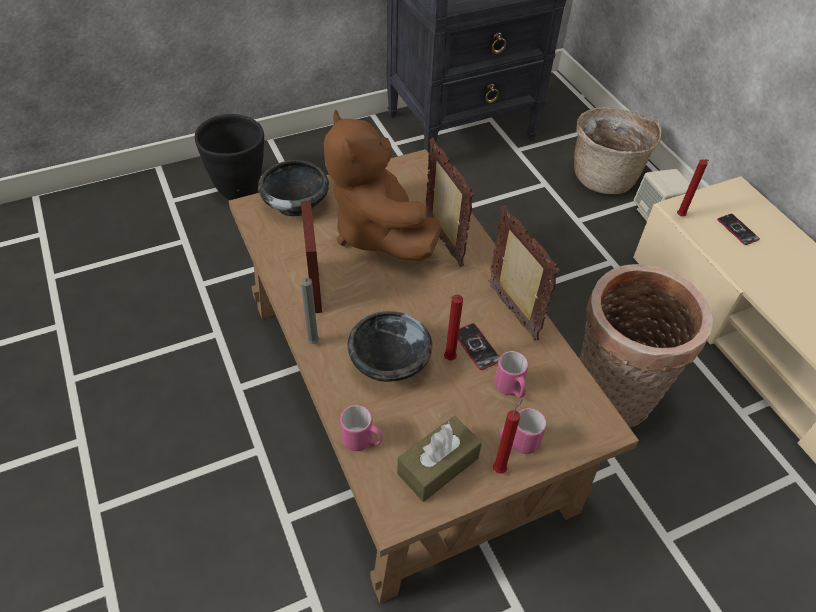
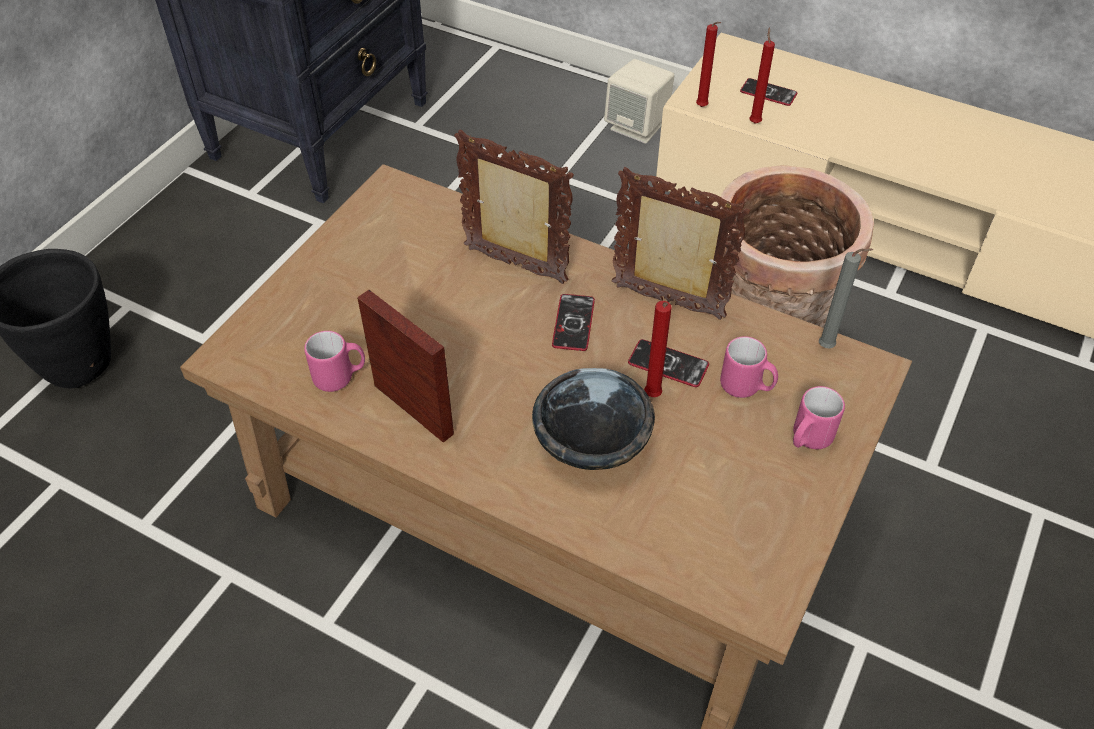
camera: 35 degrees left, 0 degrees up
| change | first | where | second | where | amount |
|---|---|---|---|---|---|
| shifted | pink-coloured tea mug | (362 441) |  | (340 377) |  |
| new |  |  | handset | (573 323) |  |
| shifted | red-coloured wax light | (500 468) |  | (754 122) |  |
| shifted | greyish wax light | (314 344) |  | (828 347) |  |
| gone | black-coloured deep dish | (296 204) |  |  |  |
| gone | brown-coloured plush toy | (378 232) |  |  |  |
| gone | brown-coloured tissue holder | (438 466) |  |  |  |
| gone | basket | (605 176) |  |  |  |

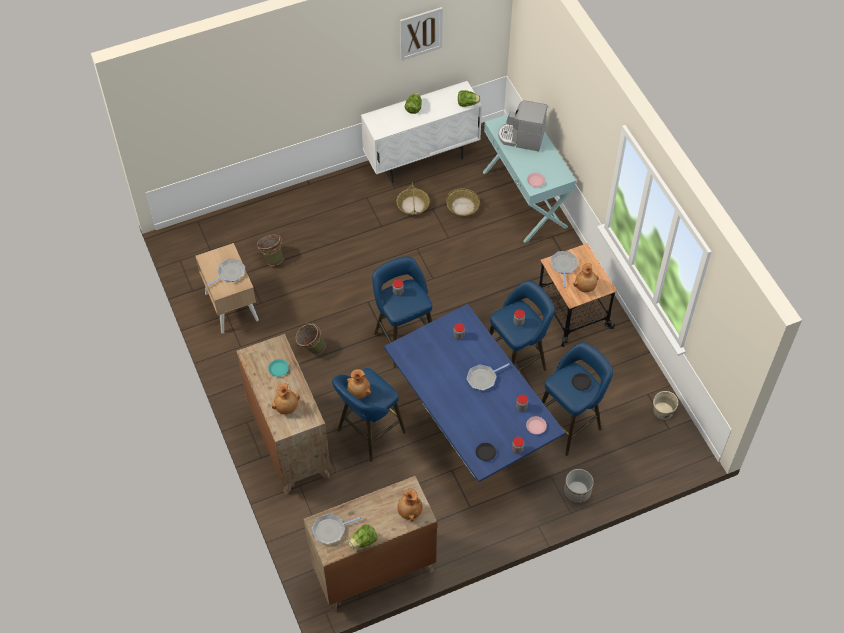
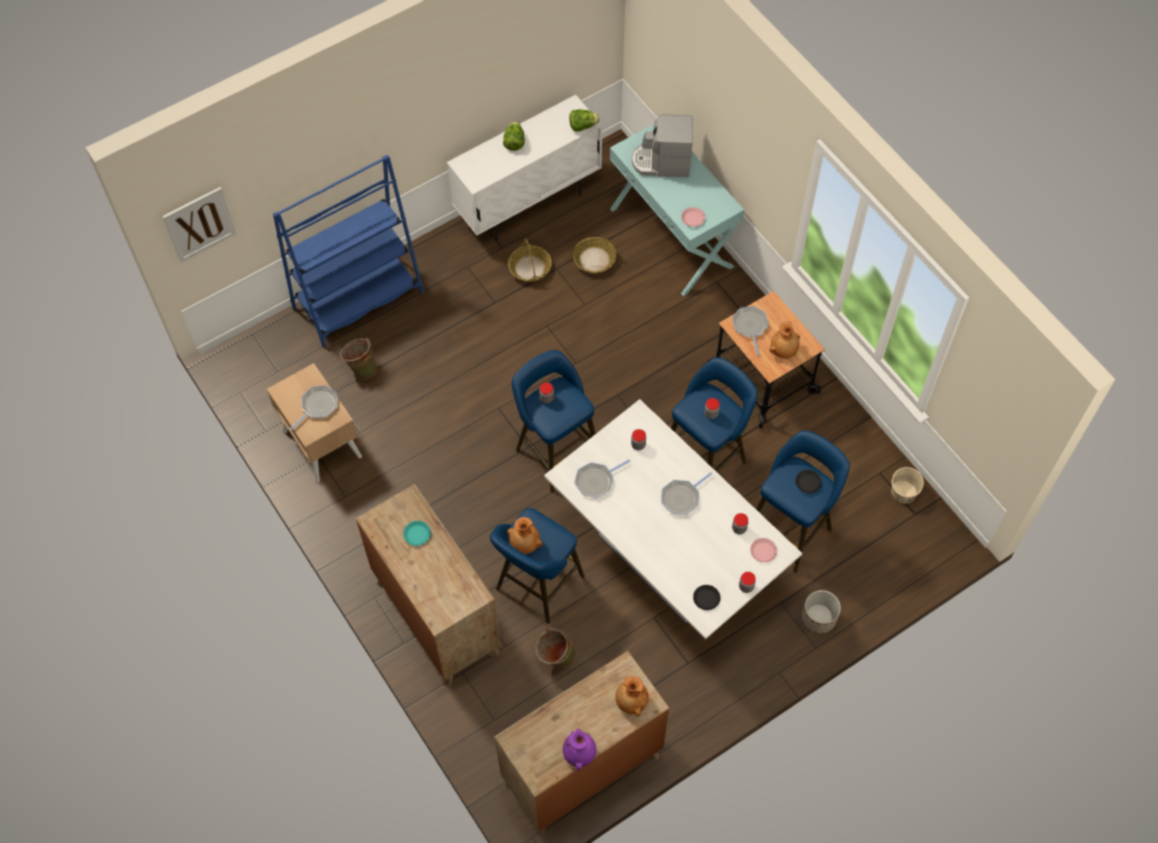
camera: 10 degrees left, 5 degrees up
| change | first | where | second | where | amount |
|---|---|---|---|---|---|
| shifted | wall art | (420 33) |  | (199 224) |  |
| new |  |  | blue shelving unit | (358 300) |  |
| shifted | green-coloured bucket | (311 348) |  | (555 658) |  |
| repainted | blue dining table | (470 429) | white-coloured dining table | (666 558) |  |
| swapped | head of lettuce | (363 541) | purple decorative vase | (580 753) |  |
| shifted | pan | (331 530) |  | (596 481) |  |
| gone | brown-coloured decorative vase | (286 407) |  |  |  |

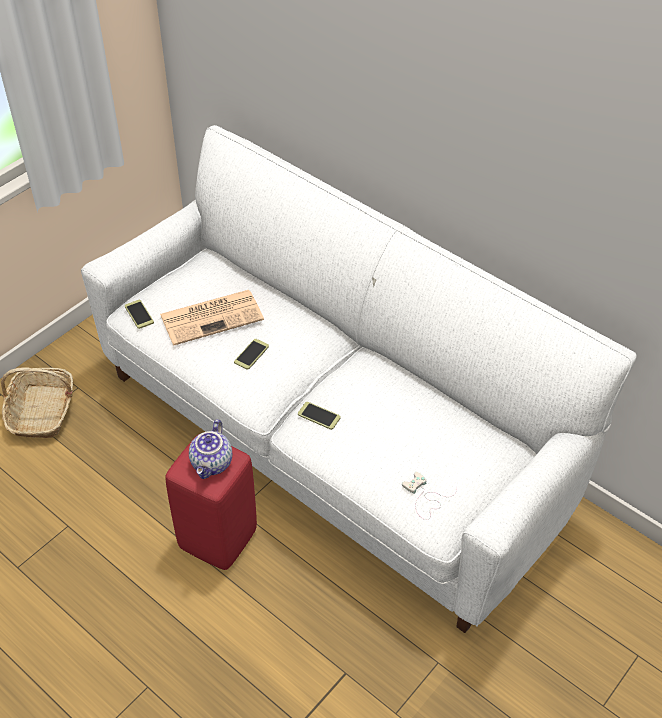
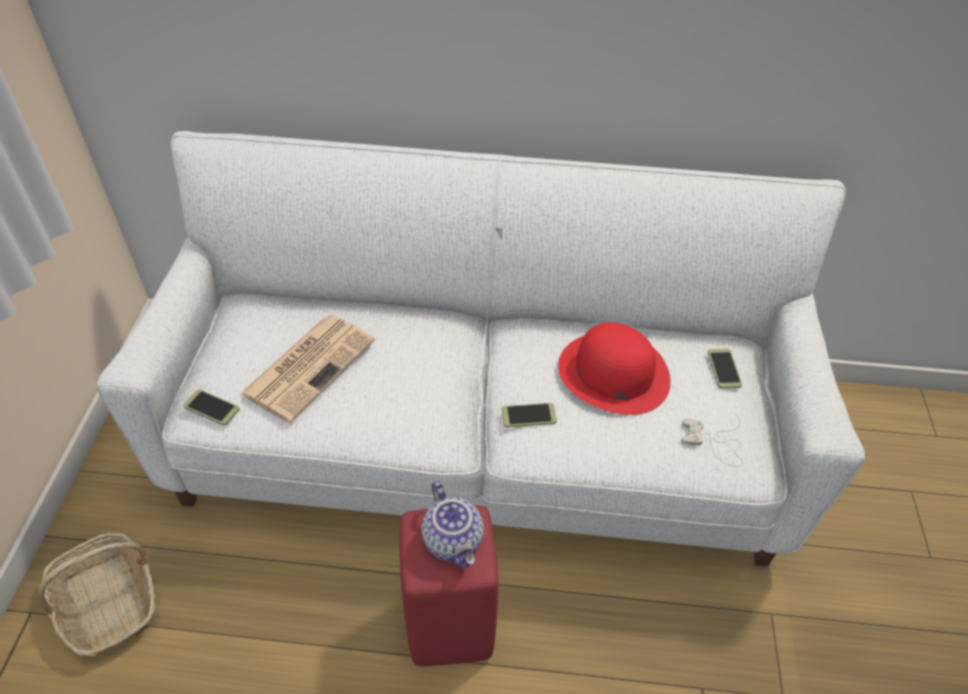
camera: 35 degrees left, 0 degrees up
| change | first | where | second | where | amount |
|---|---|---|---|---|---|
| new |  |  | red-coloured wearable hat | (613 373) |  |
| shifted | handset | (251 354) |  | (724 369) |  |

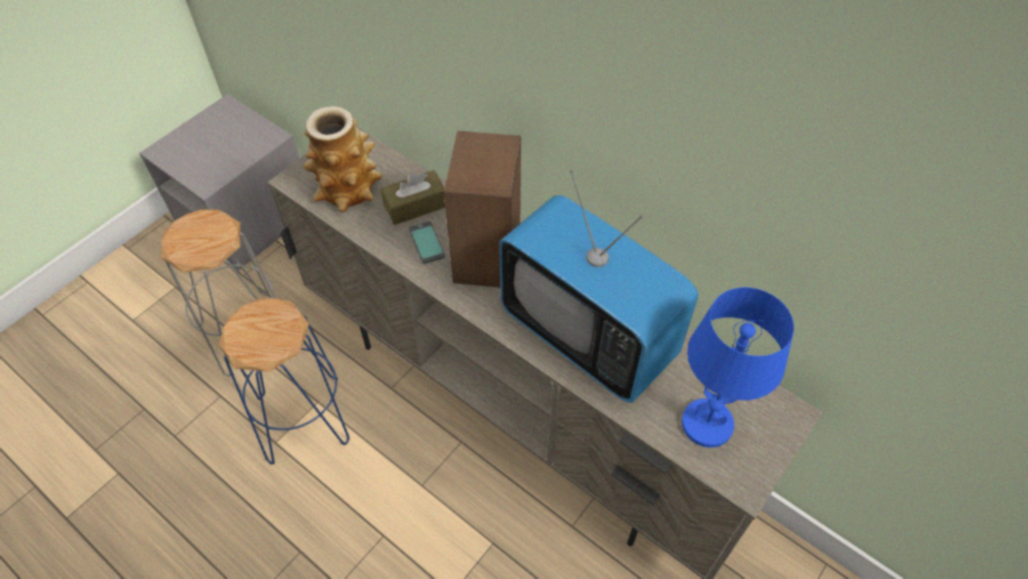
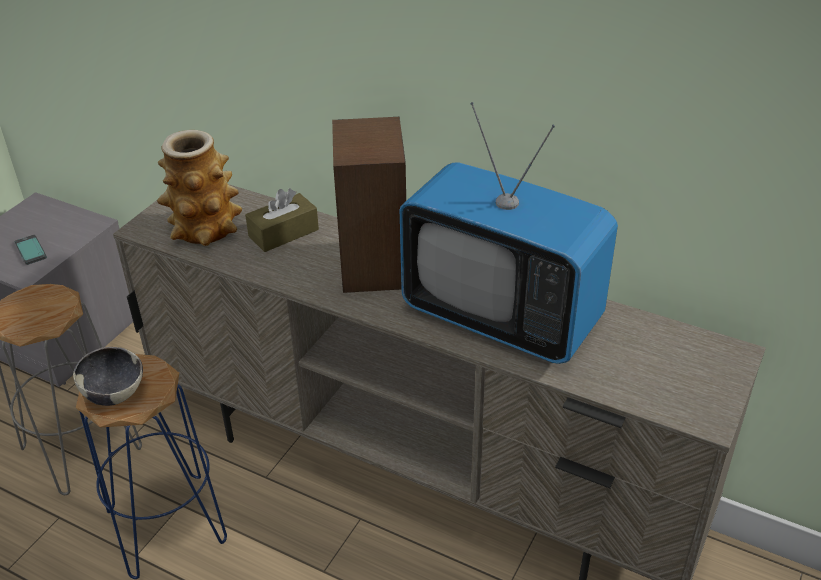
camera: 10 degrees left, 15 degrees down
| change | first | where | second | where | amount |
|---|---|---|---|---|---|
| shifted | handset | (426 243) |  | (30 250) |  |
| new |  |  | deep dish | (114 394) |  |
| gone | blue table lamp | (706 424) |  |  |  |

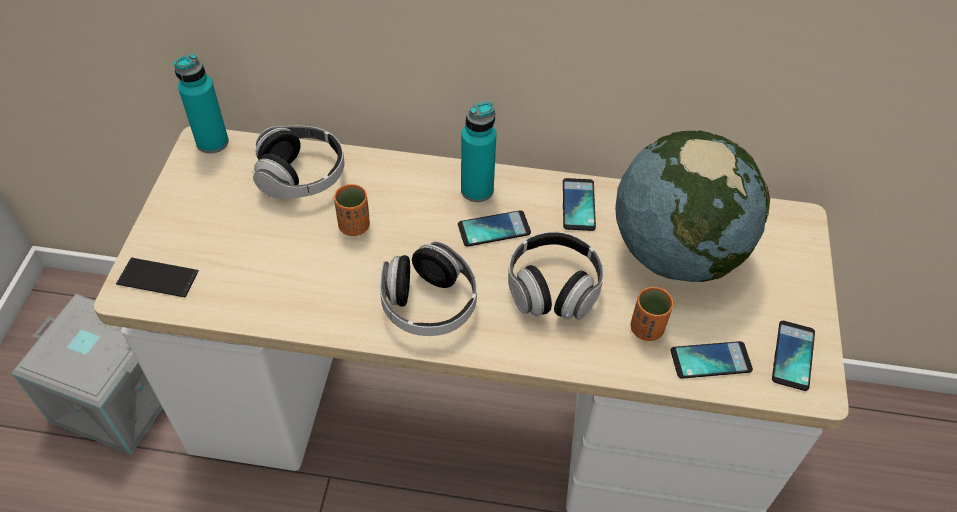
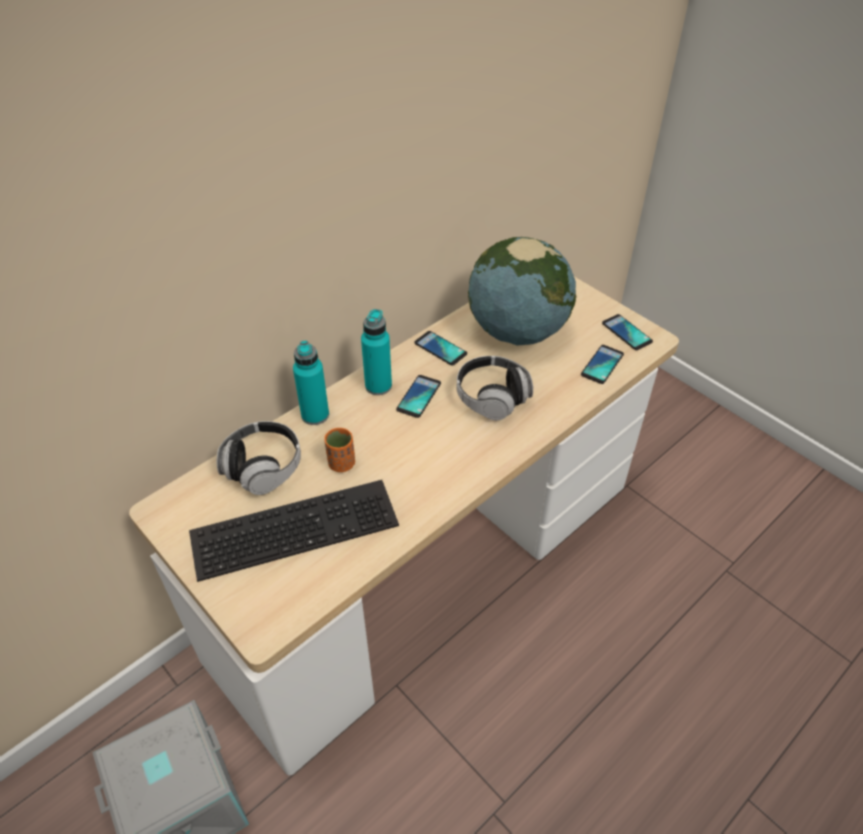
camera: 50 degrees left, 5 degrees down
| change | first | where | second | where | amount |
|---|---|---|---|---|---|
| new |  |  | computer keyboard | (295 525) |  |
| shifted | turquoise-coloured bottle | (212 142) |  | (315 415) |  |
| gone | handset | (158 278) |  |  |  |
| gone | headphones | (429 304) |  |  |  |
| gone | orangey drinking cup | (646 329) |  |  |  |

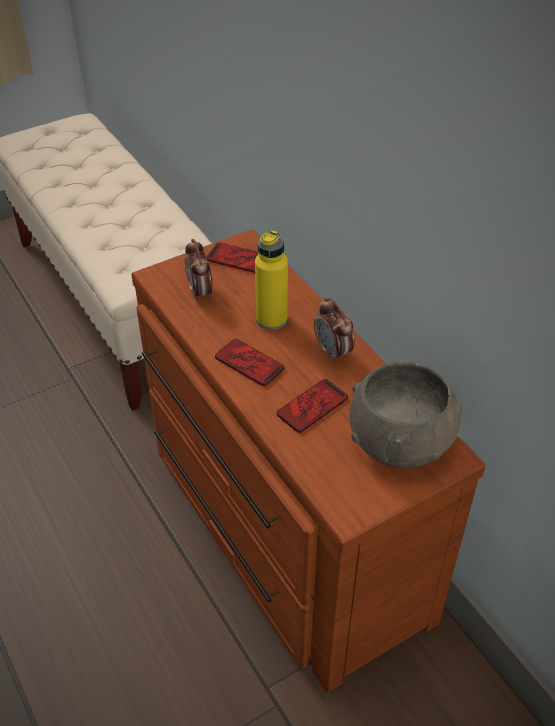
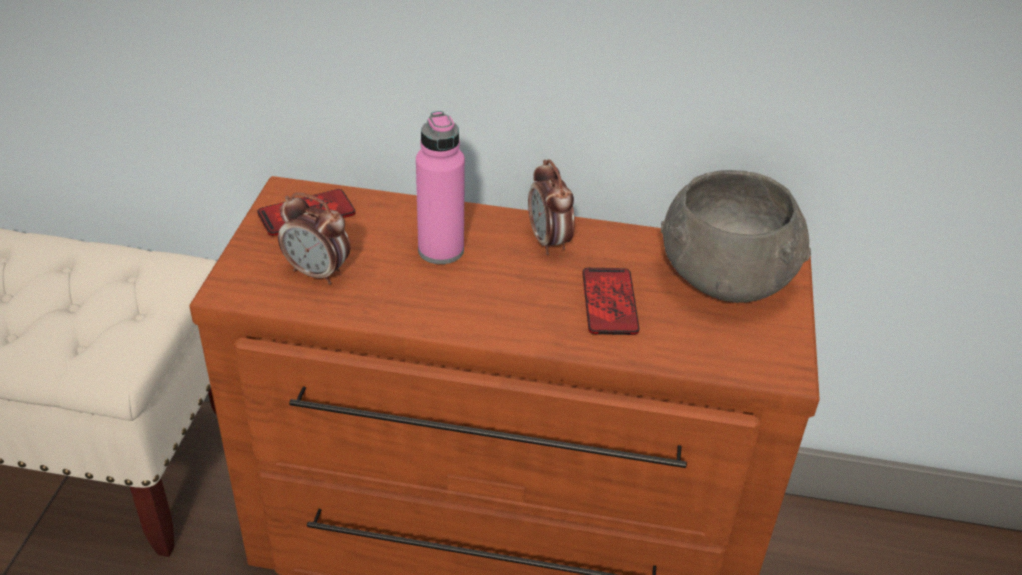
camera: 50 degrees left, 5 degrees down
| change | first | where | second | where | amount |
|---|---|---|---|---|---|
| repainted | yellow bottle | (271 319) | pink-coloured bottle | (441 250) |  |
| rotated | bedside clock | (333 352) |  | (549 242) | 60 degrees clockwise |
| gone | handset | (249 363) |  |  |  |

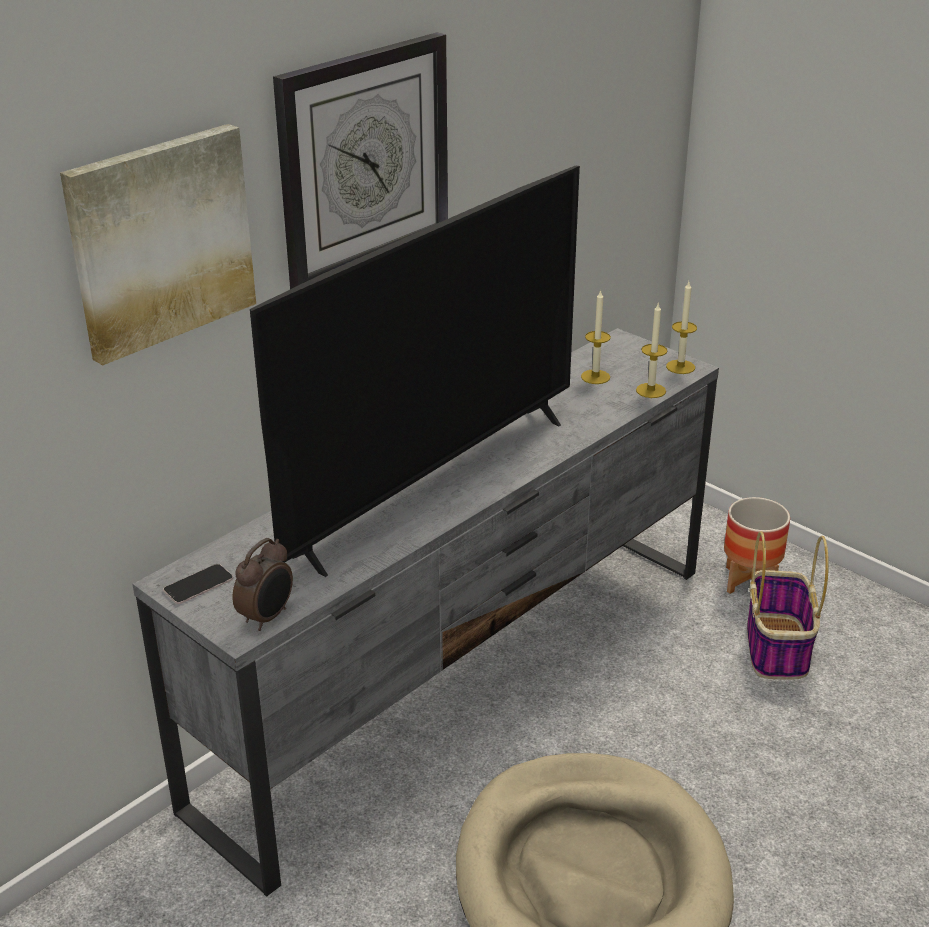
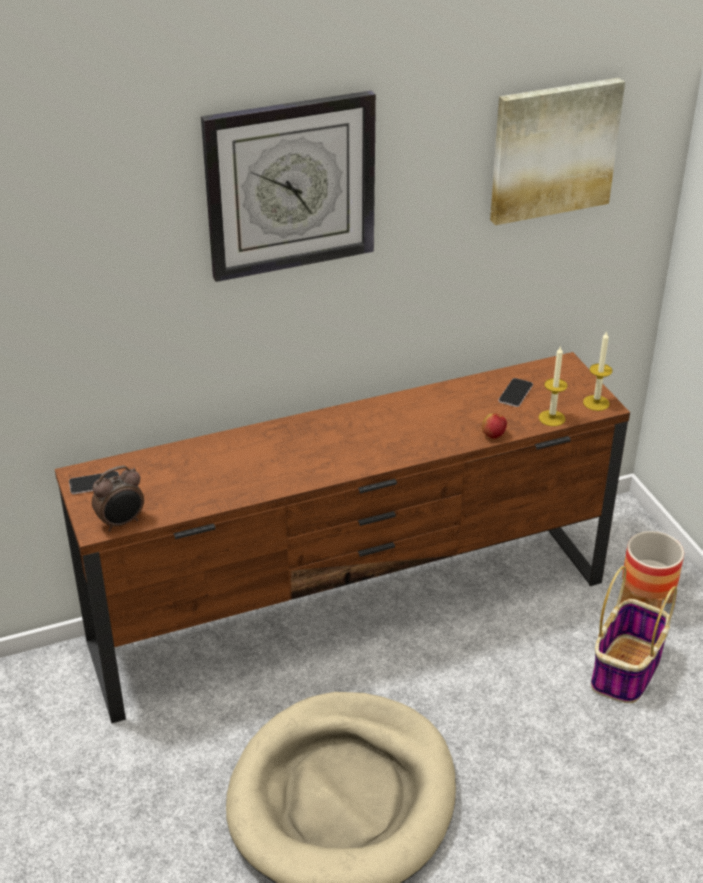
camera: 25 degrees right, 5 degrees up
| change | first | where | second | where | amount |
|---|---|---|---|---|---|
| repainted | greyish tv unit | (466 679) | brown-coloured tv unit | (353 612) |  |
| new |  |  | apple | (493 435) |  |
| shifted | wall art | (160 241) |  | (553 149) |  |
| swapped | wax light | (595 377) | handset | (515 393) |  |
| gone | TV | (434 485) |  |  |  |

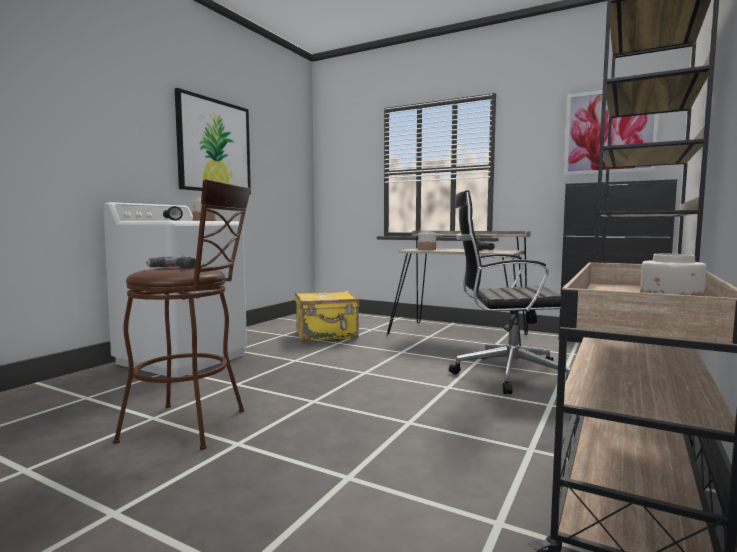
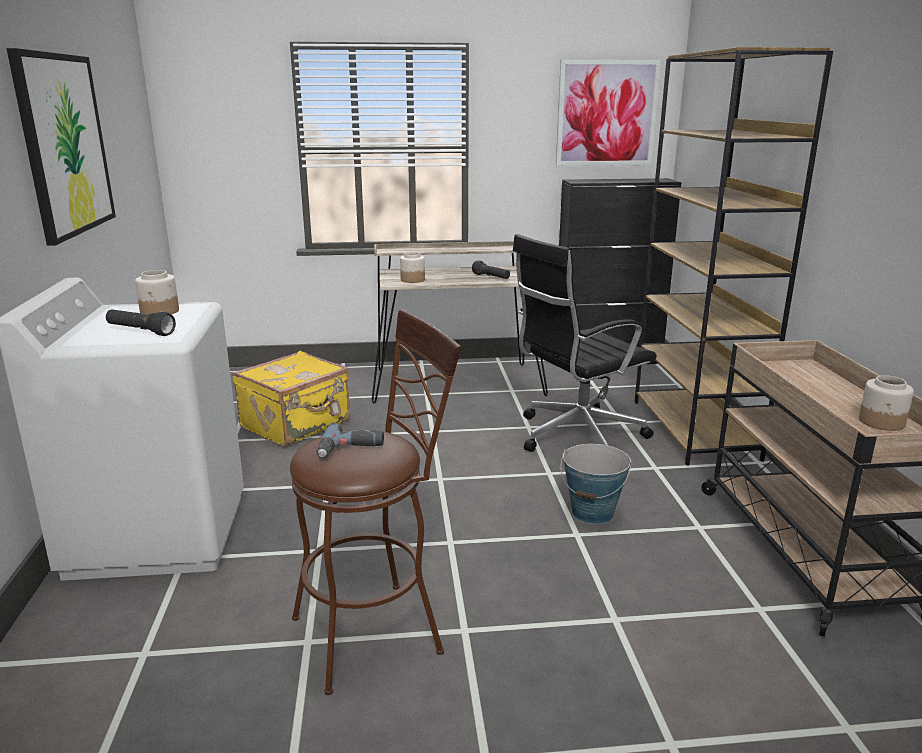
camera: 35 degrees left, 15 degrees up
| change | first | where | second | where | amount |
|---|---|---|---|---|---|
| new |  |  | bucket | (593 513) |  |

